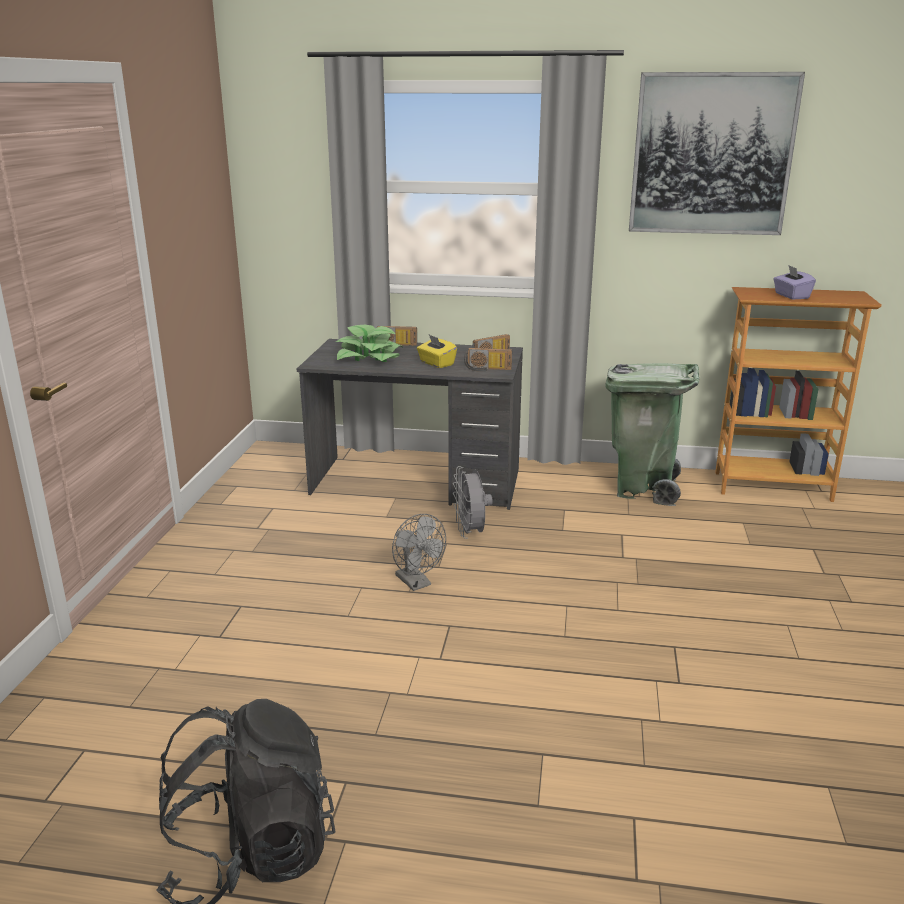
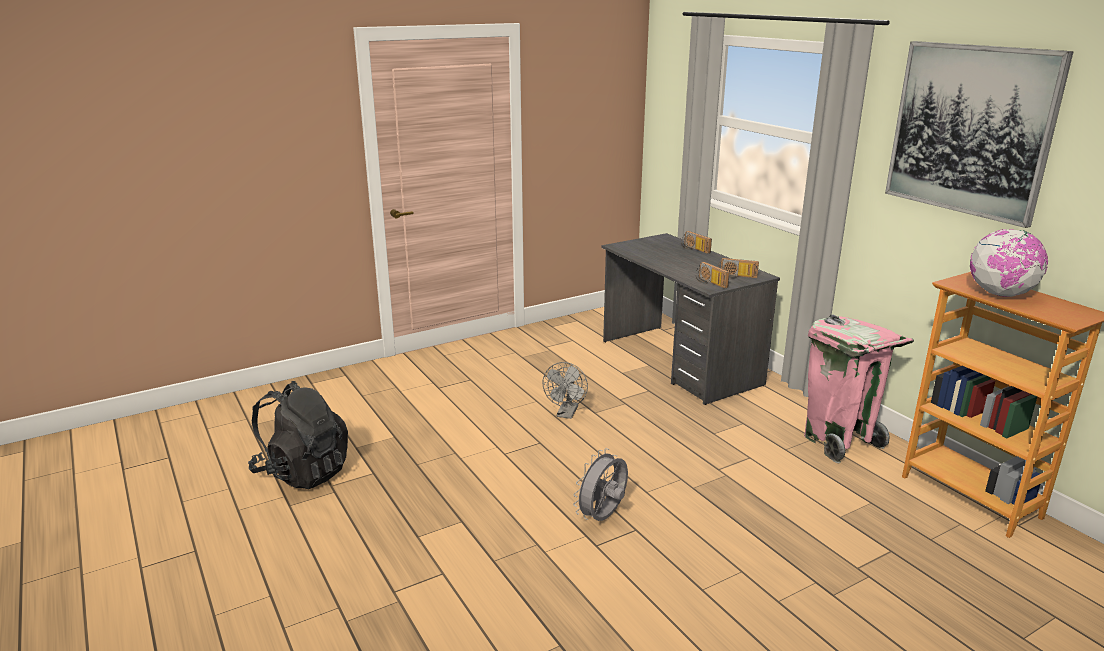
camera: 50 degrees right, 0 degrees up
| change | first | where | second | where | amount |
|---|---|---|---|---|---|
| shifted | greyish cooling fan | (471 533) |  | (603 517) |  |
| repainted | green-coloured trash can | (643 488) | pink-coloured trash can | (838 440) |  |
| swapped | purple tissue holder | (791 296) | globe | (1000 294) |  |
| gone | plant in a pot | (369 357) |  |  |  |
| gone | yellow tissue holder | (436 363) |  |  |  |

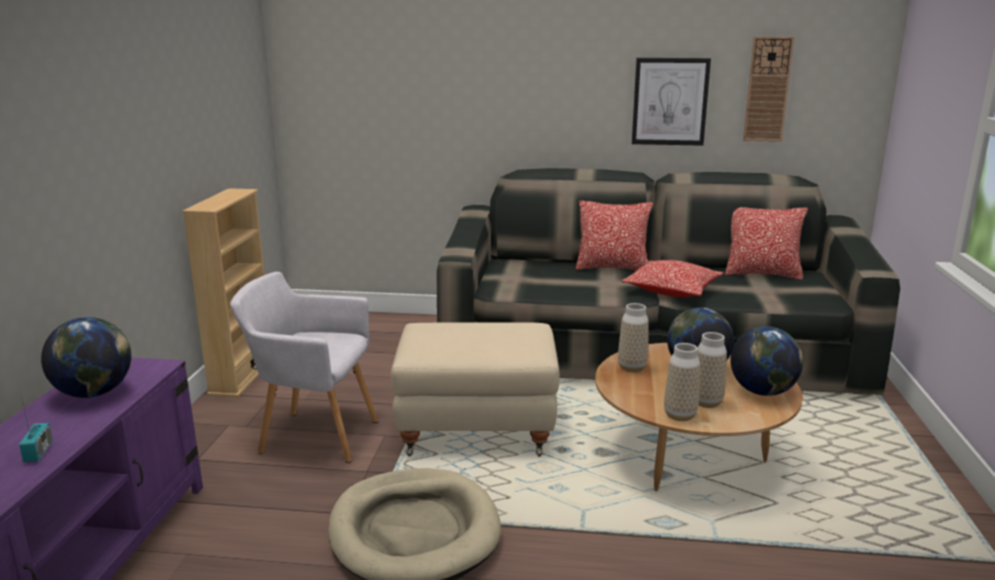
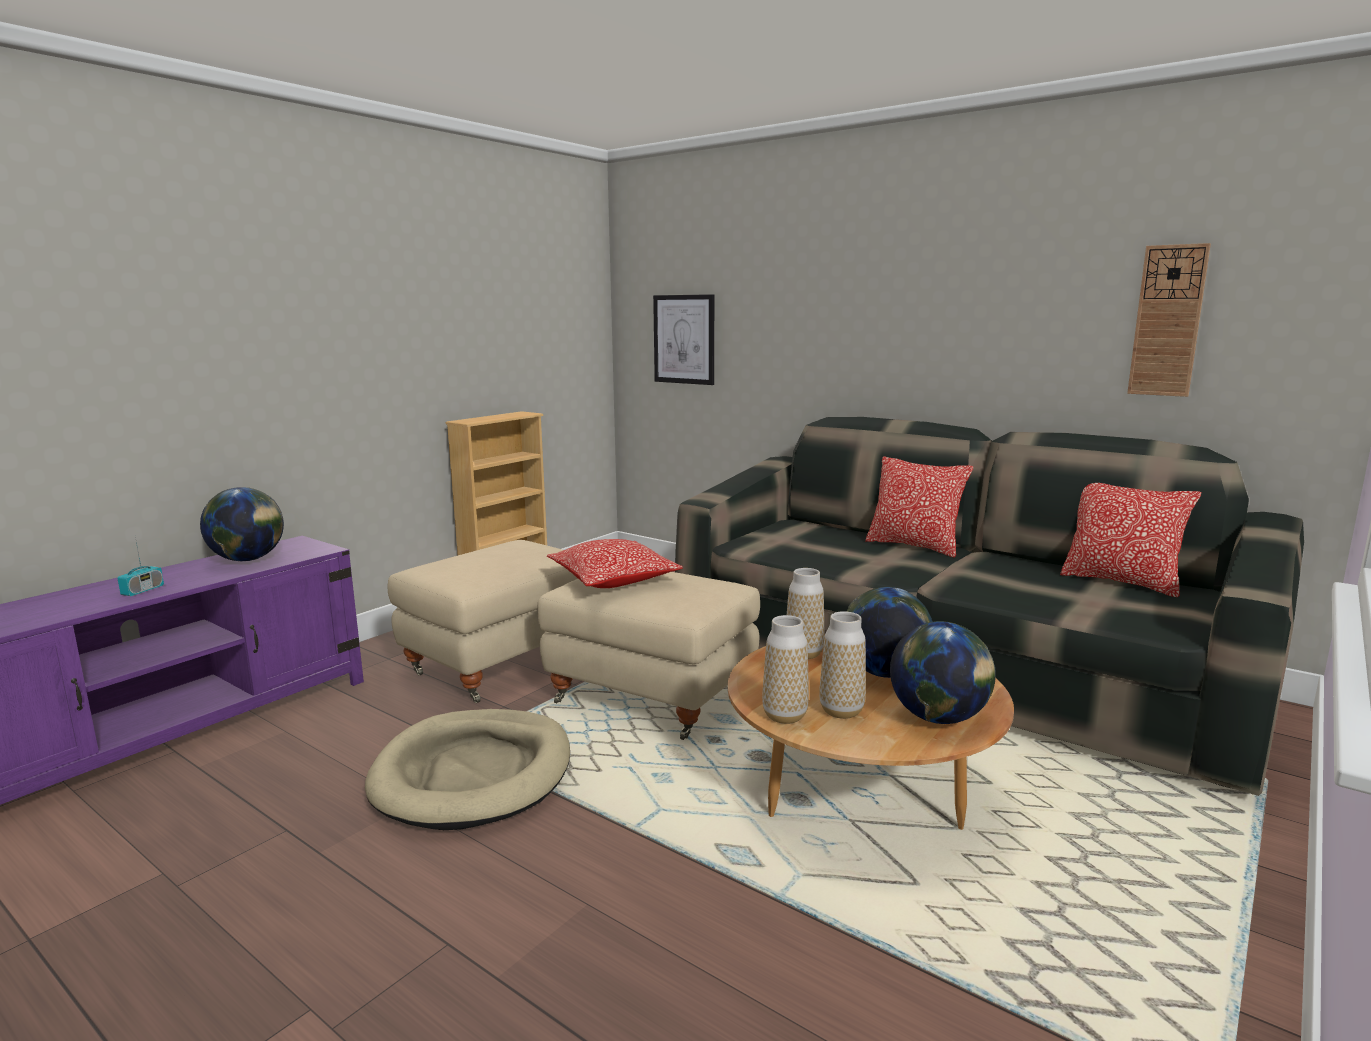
camera: 30 degrees right, 5 degrees down
| change | first | where | second | where | amount |
|---|---|---|---|---|---|
| swapped | greyish armchair | (313 435) | beige-coloured footrest | (500 662) |  |
| shifted | throw pillow | (672 290) |  | (613 580) |  |
| shifted | wall art | (670 101) |  | (684 339) |  |

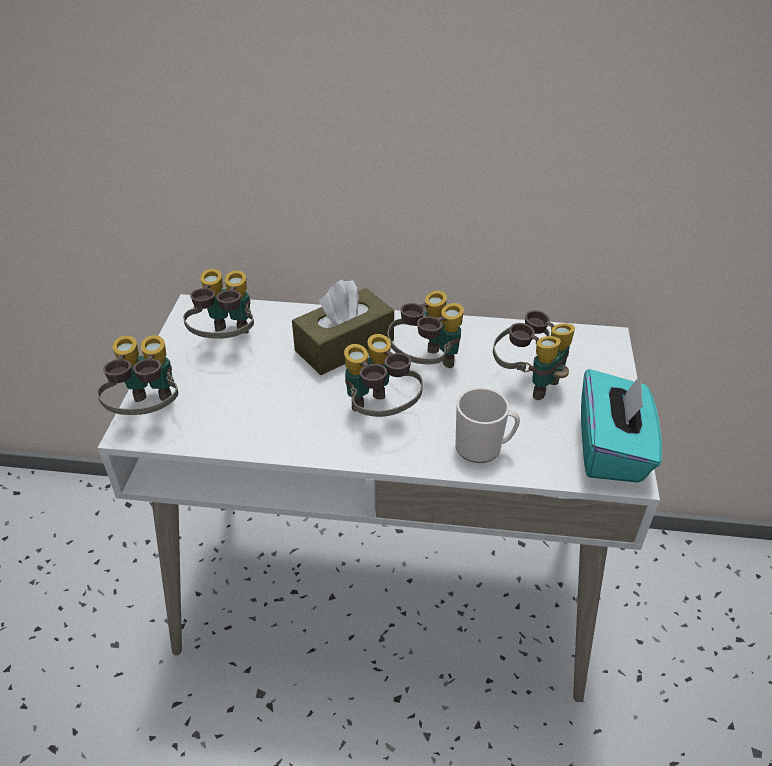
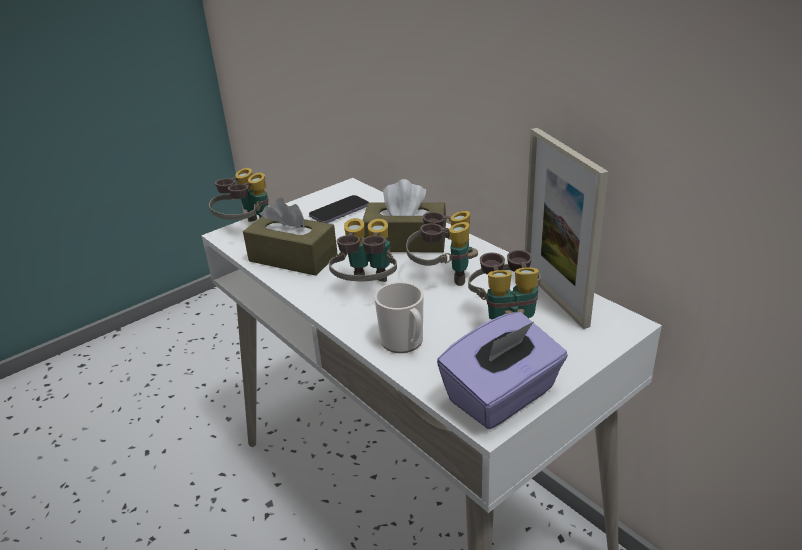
camera: 45 degrees right, 10 degrees down
| change | first | where | second | where | amount |
|---|---|---|---|---|---|
| new |  |  | brown-coloured tissue holder | (293 258) |  |
| swapped | field glasses | (227 341) | handset | (339 211) |  |
| repainted | turquoise-coloured tissue holder | (611 449) | purple tissue holder | (502 396) |  |
| new |  |  | photo frame | (554 297) |  |

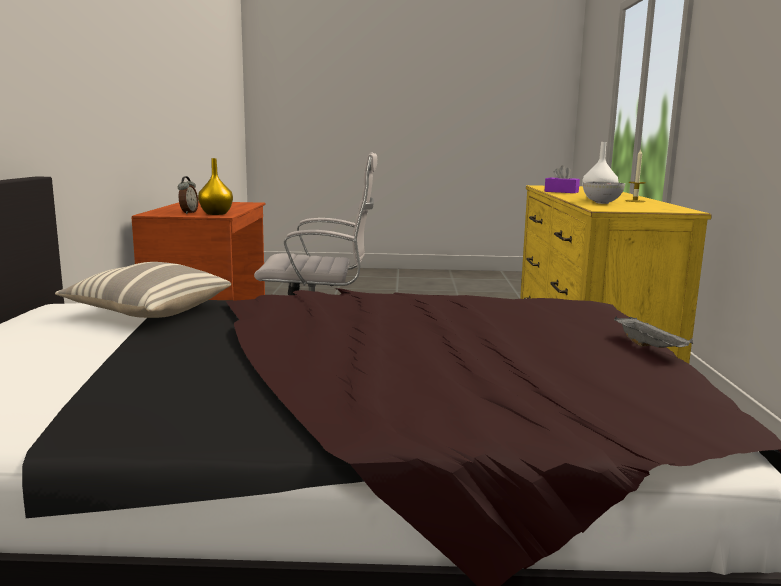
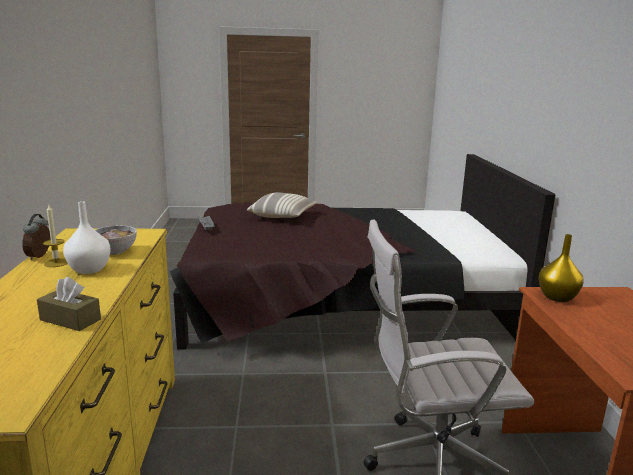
camera: 175 degrees right, 5 degrees up
| change | first | where | second | where | amount |
|---|---|---|---|---|---|
| shifted | bedside clock | (188 213) |  | (40 256) |  |
| repainted | purple tissue holder | (561 192) | brown-coloured tissue holder | (70 319) |  |
| shifted | throw pillow | (148 311) |  | (283 216) |  |

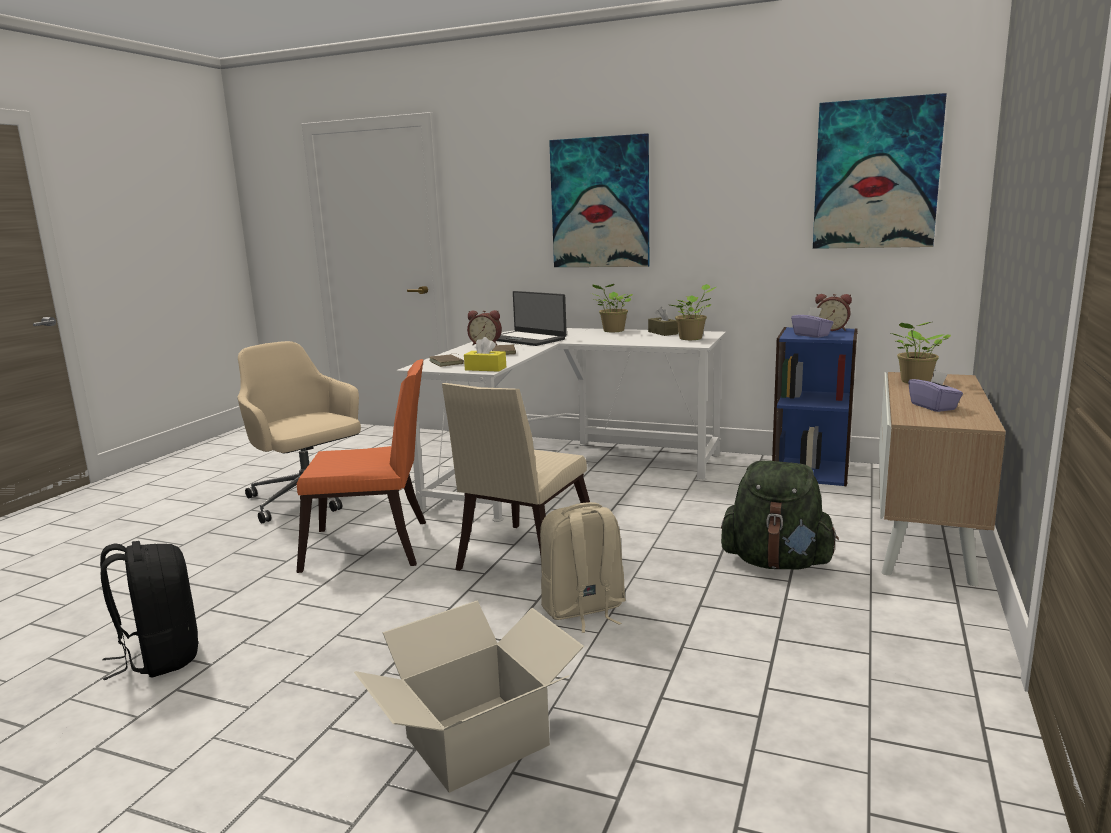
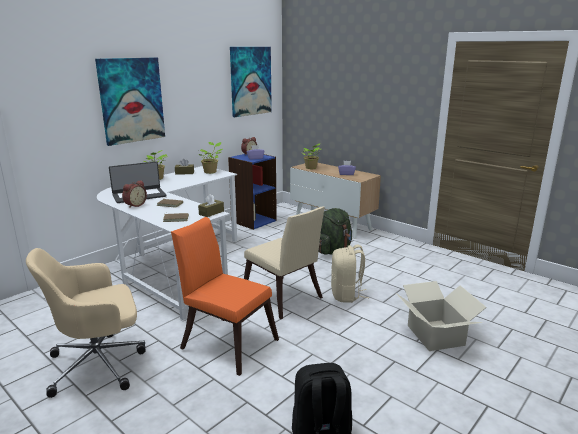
camera: 70 degrees left, 5 degrees up
| change | first | where | second | where | amount |
|---|---|---|---|---|---|
| rotated | orangey plain chair | (375 547) |  | (226 341) | 75 degrees counterclockwise |
| repainted | yellow tissue holder | (485 368) | brown-coloured tissue holder | (211 213) |  |

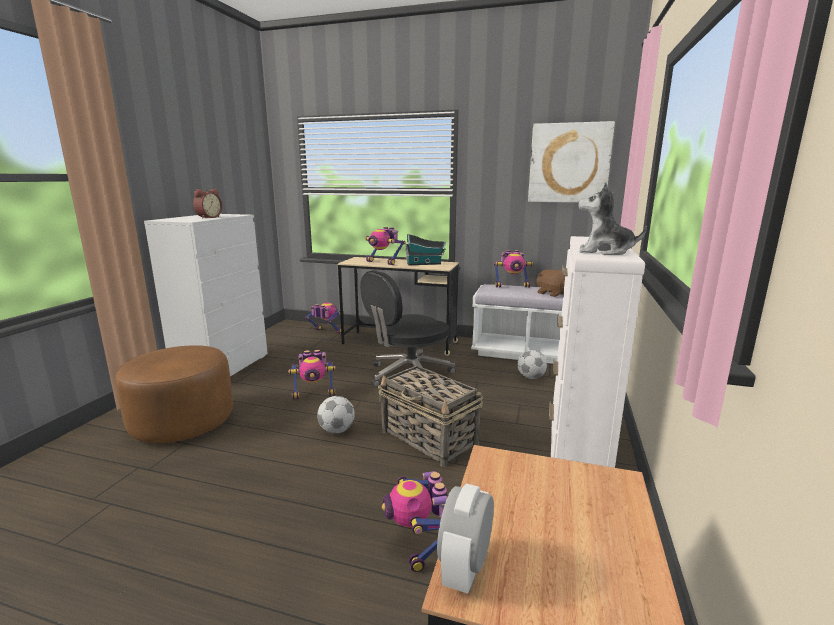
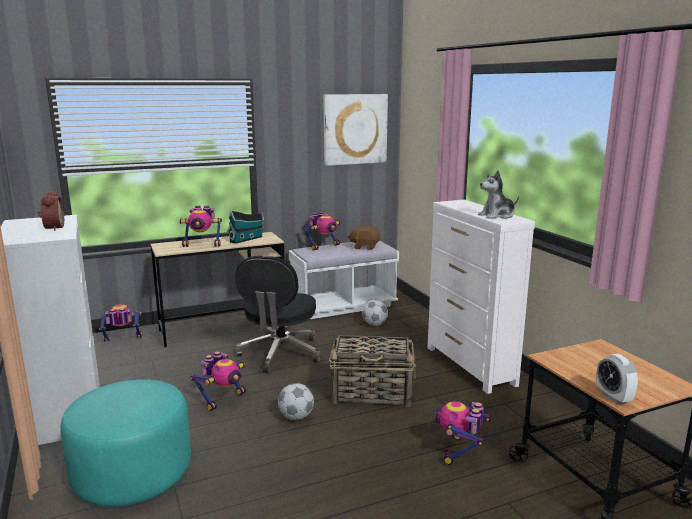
camera: 40 degrees left, 0 degrees up
| change | first | where | second | where | amount |
|---|---|---|---|---|---|
| repainted | brown-coloured footrest | (183 422) | turquoise-coloured footrest | (133 474) |  |
| rotated | model robot | (419 543) |  | (460 452) | 75 degrees clockwise |

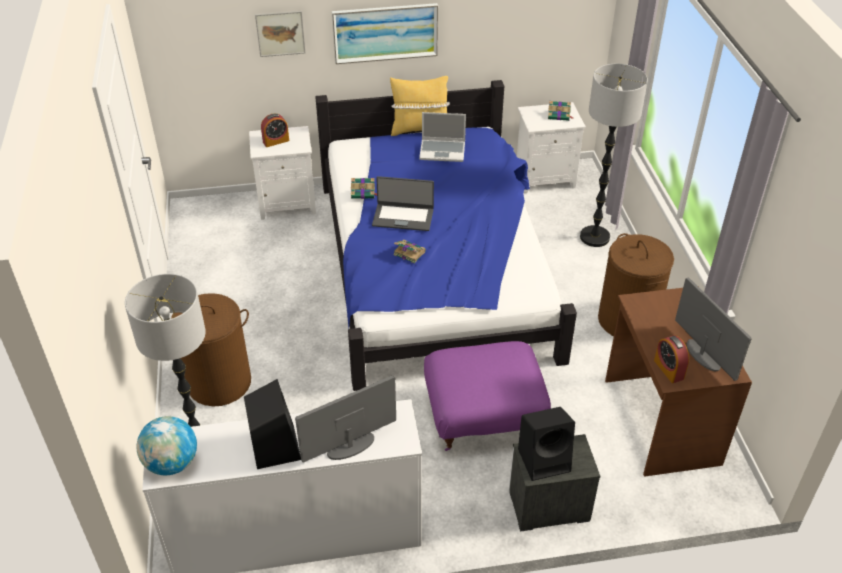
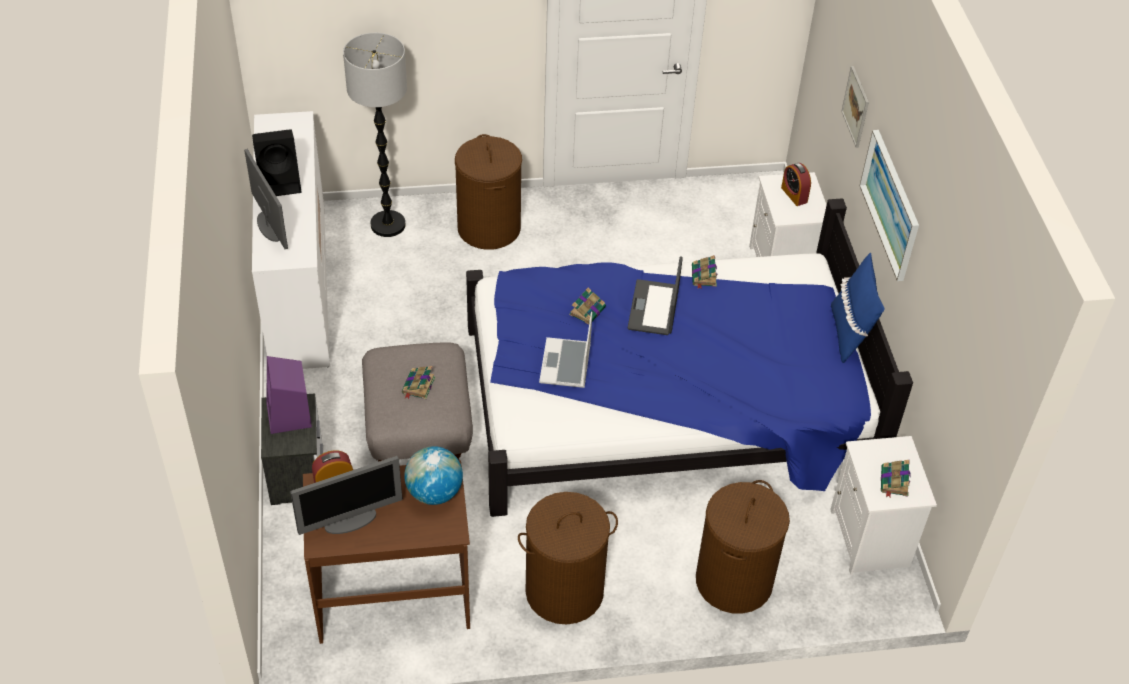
camera: 90 degrees right, 5 degrees up
| change | first | where | second | where | amount |
|---|---|---|---|---|---|
| repainted | black-coloured speaker | (545 459) | purple speaker | (289 416) |  |
| repainted | purple footrest | (484 417) | greyish footrest | (420 430) |  |
| new |  |  | book | (418 386) |  |
| shifted | globe | (172 463) |  | (434 492) |  |
| shifted | laptop | (443 151) |  | (566 365) |  |
| swapped | standard lamp | (595 237) | brown-coloured laundry basket | (734 581) |  |
| repainted | yellow throw pillow | (420 130) | blue throw pillow | (849 333) |  |

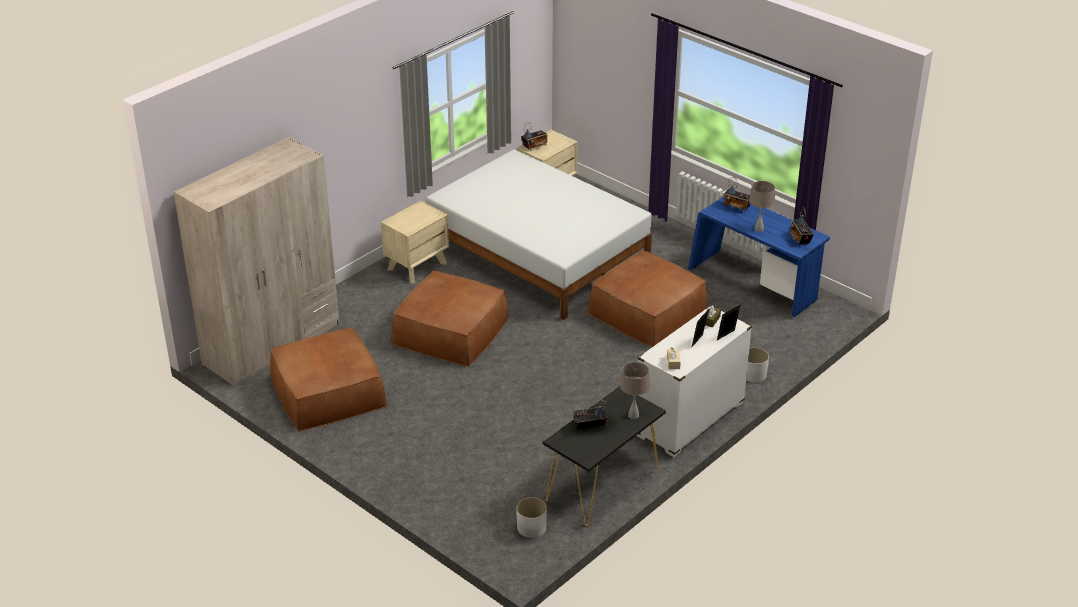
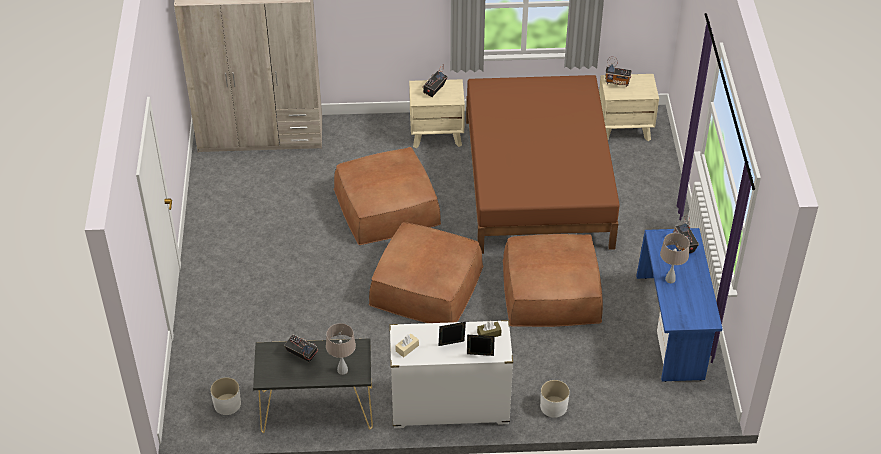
camera: 45 degrees right, 10 degrees up
| change | first | where | second | where | amount |
|---|---|---|---|---|---|
| shifted | brown-coloured footrest | (328 391) |  | (426 285) |  |
| shifted | radio | (800 239) |  | (434 90) |  |
| repainted | white-coloured bed | (537 254) | brown-coloured bed | (538 182) |  |

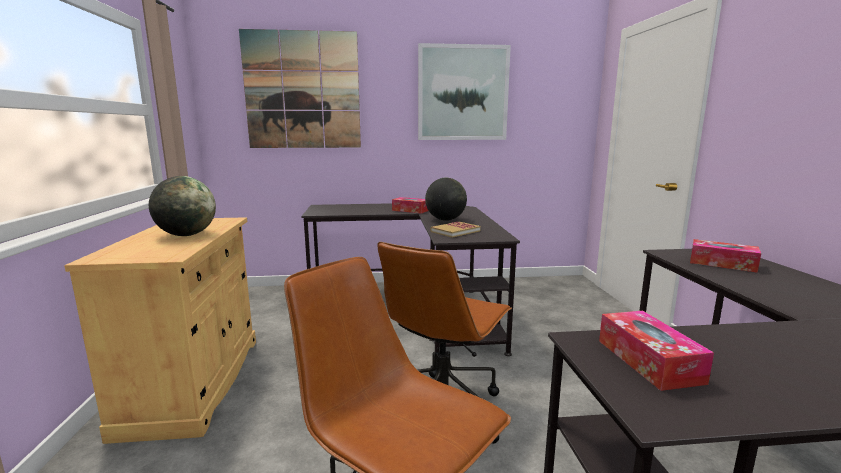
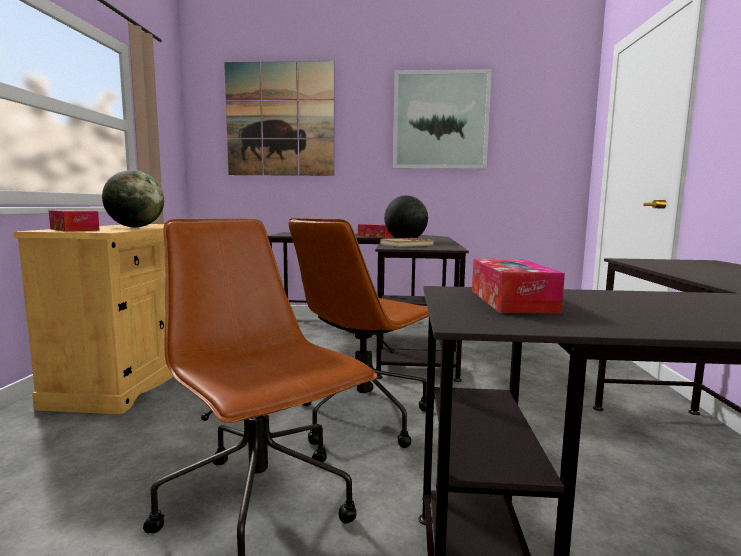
camera: 10 degrees right, 5 degrees down
| change | first | where | second | where | amount |
|---|---|---|---|---|---|
| shifted | tissue holder | (722 263) |  | (74 229) |  |

